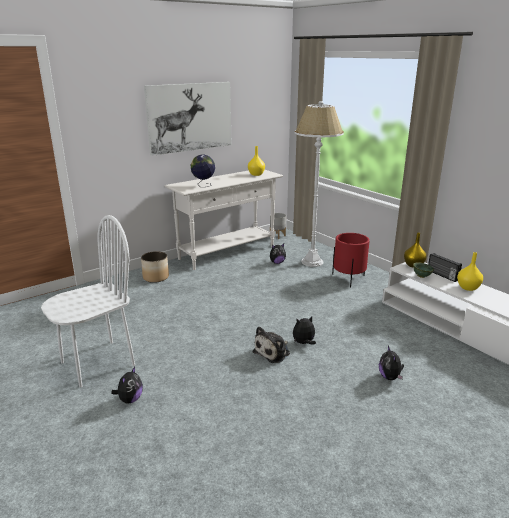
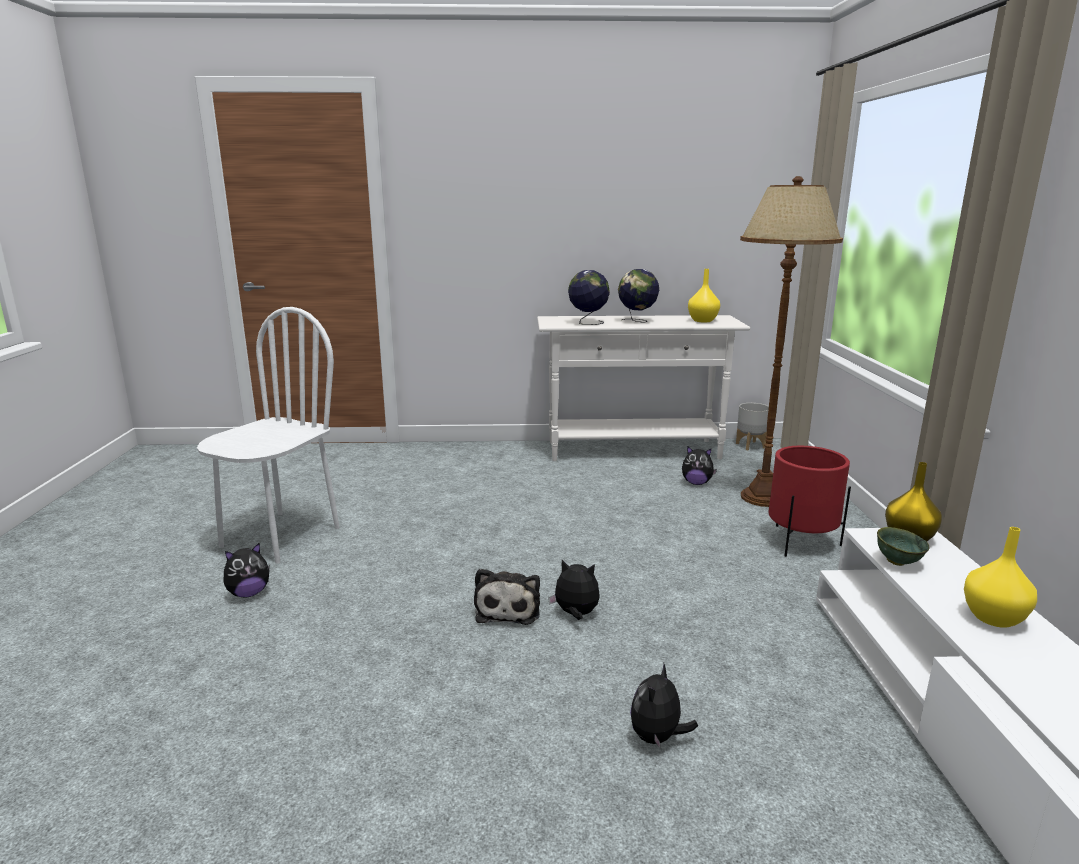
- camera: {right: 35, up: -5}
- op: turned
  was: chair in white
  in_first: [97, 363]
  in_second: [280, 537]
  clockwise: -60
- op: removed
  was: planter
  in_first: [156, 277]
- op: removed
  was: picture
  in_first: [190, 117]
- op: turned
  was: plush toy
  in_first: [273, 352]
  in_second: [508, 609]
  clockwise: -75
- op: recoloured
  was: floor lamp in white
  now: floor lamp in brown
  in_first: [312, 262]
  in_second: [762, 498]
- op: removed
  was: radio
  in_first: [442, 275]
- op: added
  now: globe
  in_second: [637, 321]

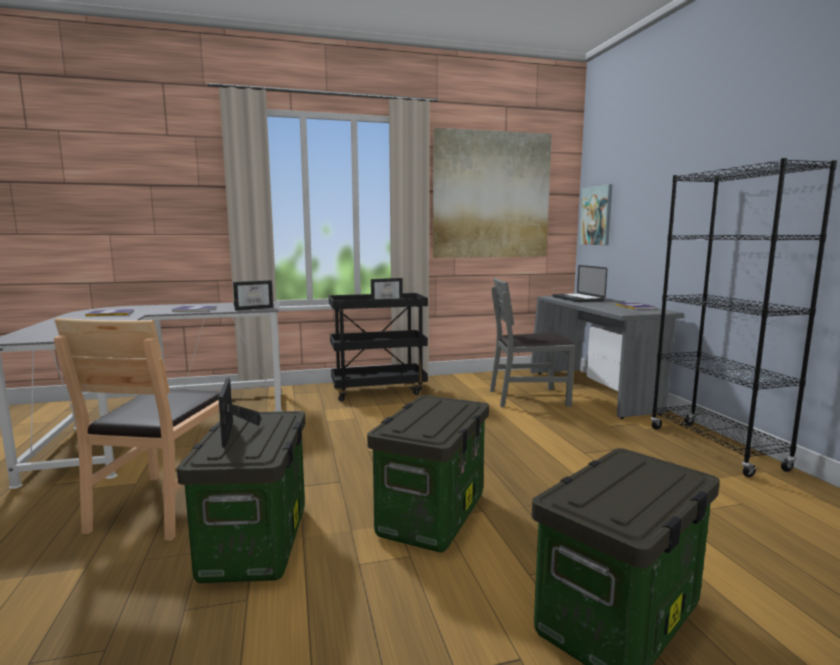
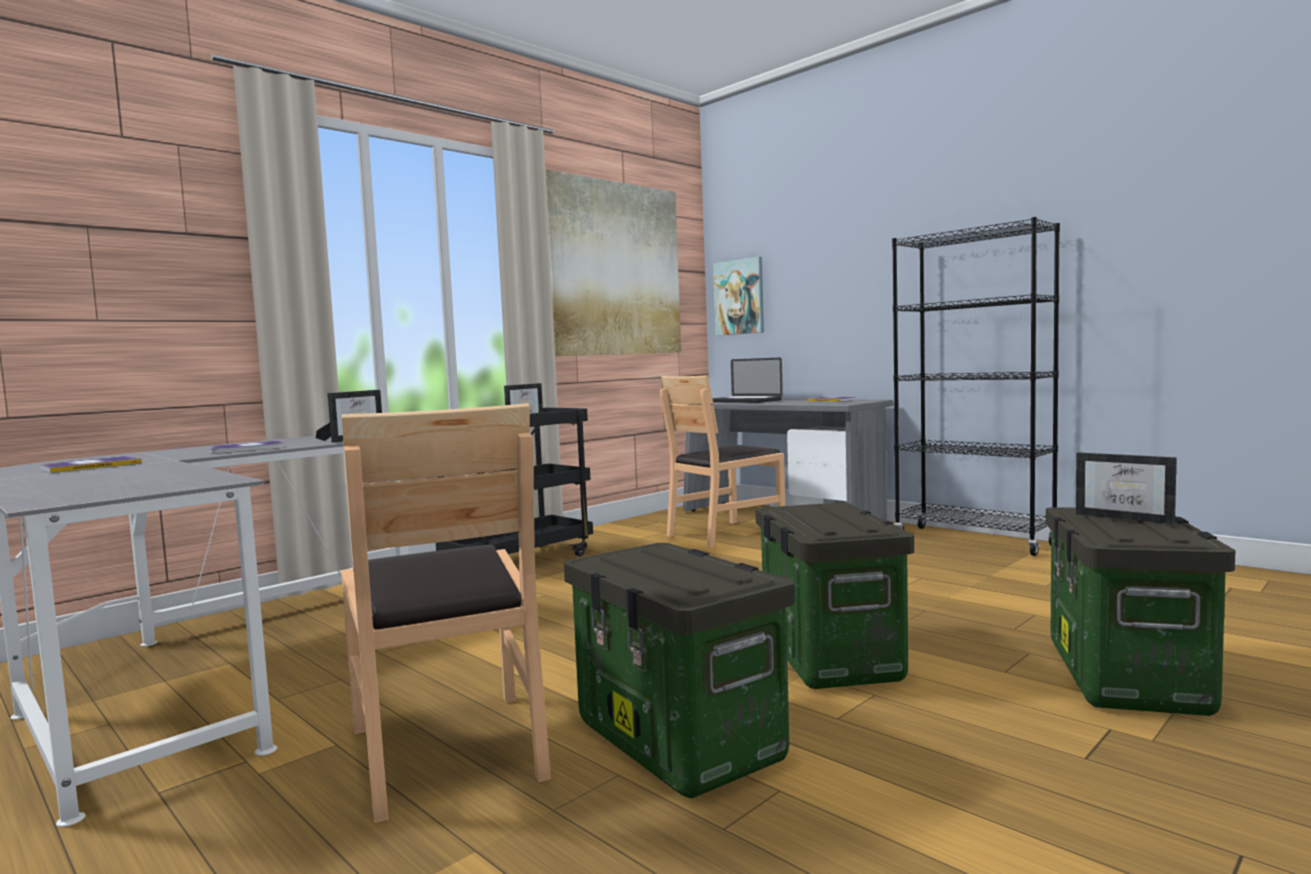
- camera: {right: -30, up: -5}
- op: moved
  was: picture frame
  in_first: [235, 434]
  in_second: [1128, 517]
- op: recoloured
  was: chair in grey
  now: chair in brown
  in_first: [528, 397]
  in_second: [724, 534]

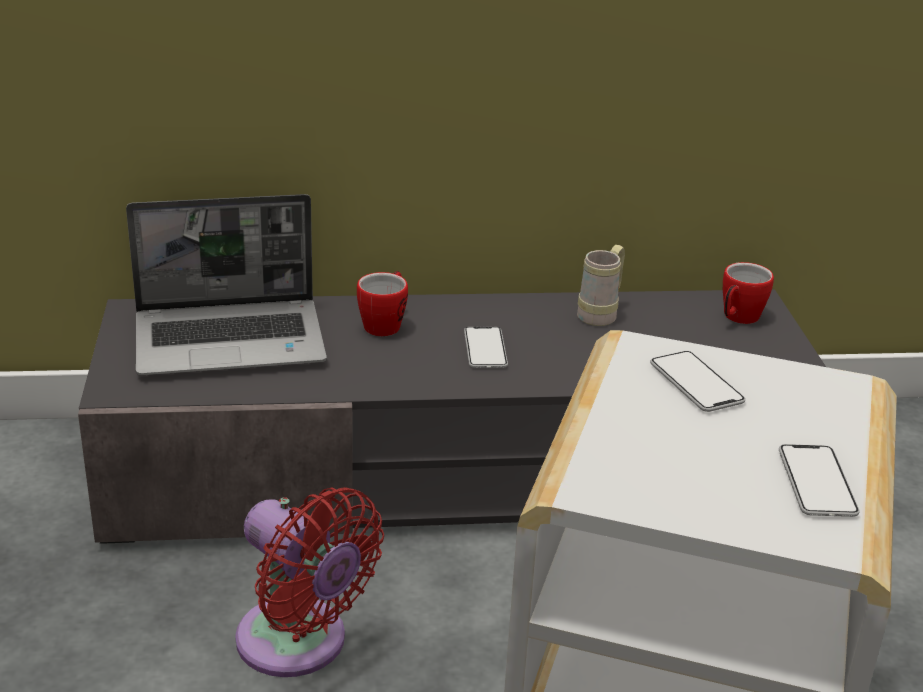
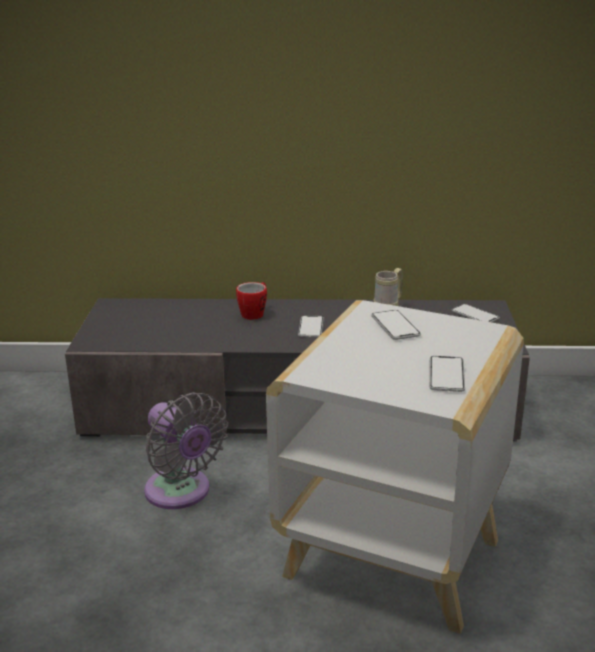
- camera: {right: 10, up: -5}
- op: removed
  was: laptop
  in_first: [232, 340]
- op: recoloured
  was: fan in red
  now: fan in grey
  in_first: [299, 645]
  in_second: [181, 493]
- op: replaced
  was: mug
  now: phone
  in_first: [737, 318]
  in_second: [475, 315]

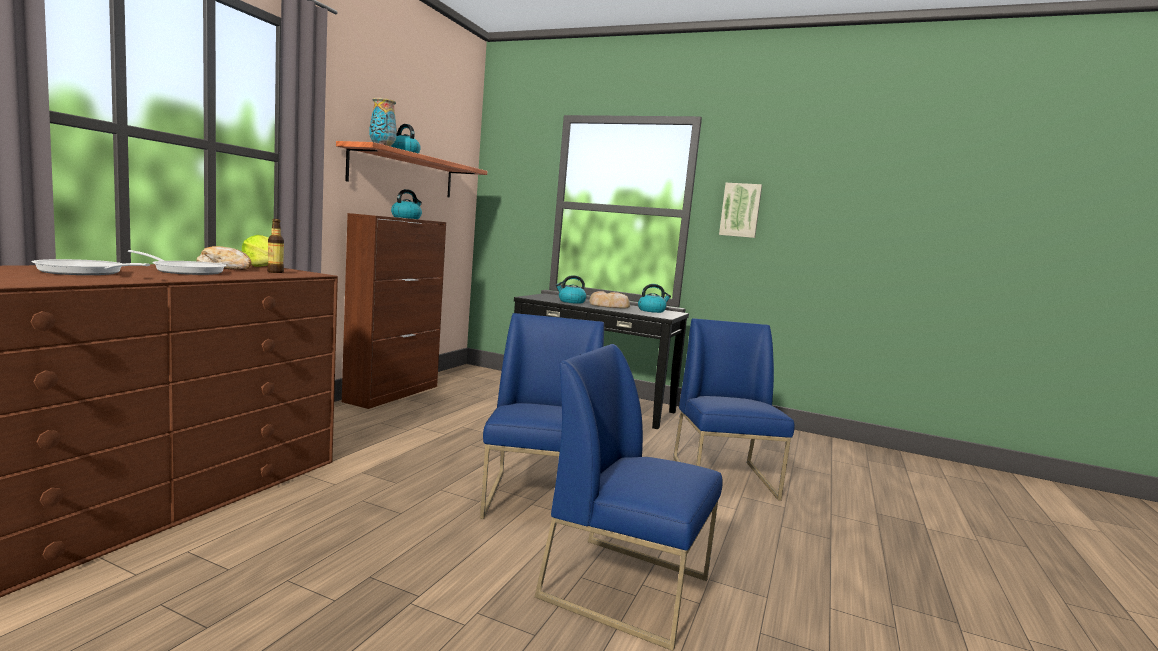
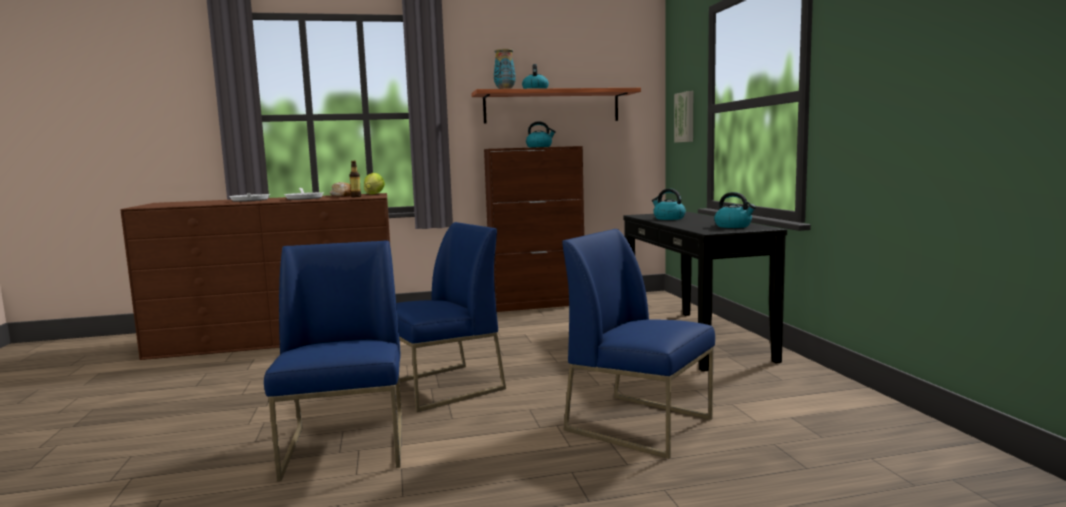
- camera: {right: 55, up: 0}
- op: removed
  was: bread
  in_first: [609, 305]
- op: turned
  was: chair in blue
  in_first: [724, 478]
  in_second: [640, 424]
  clockwise: -105
- op: moved
  was: picture
  in_first: [740, 210]
  in_second: [685, 117]

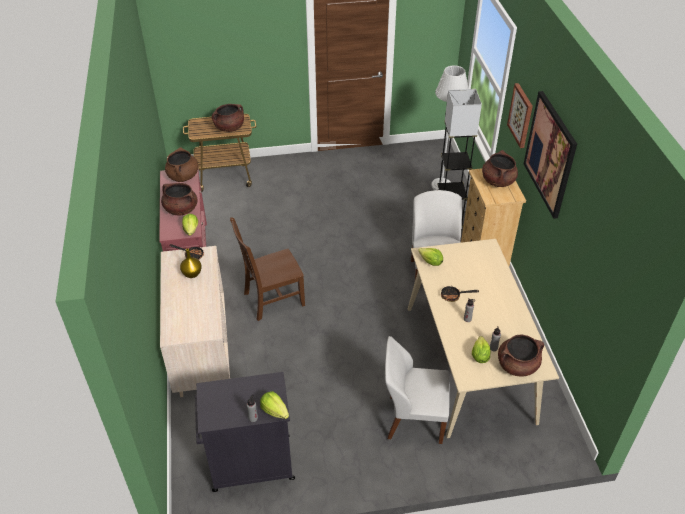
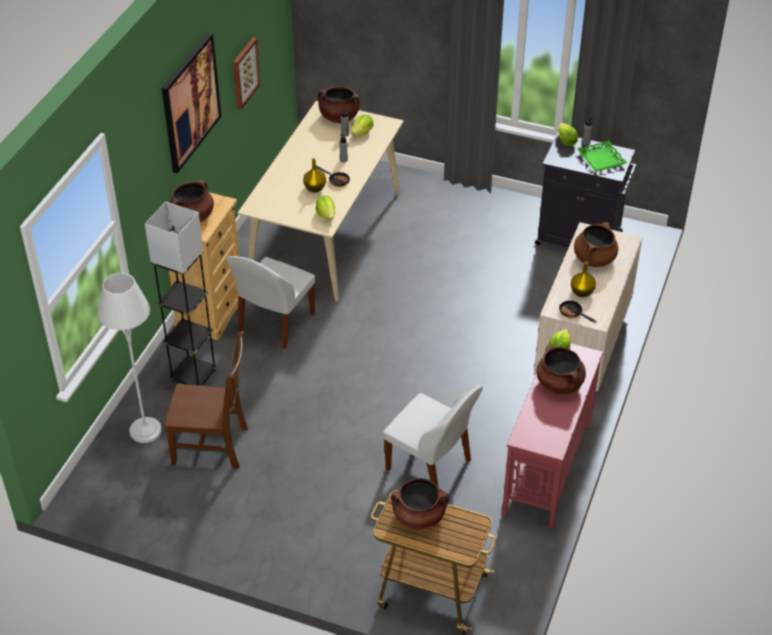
- camera: {right: -150, up: 0}
- op: moved
  was: cooking pot in brown
  in_first: [183, 176]
  in_second: [594, 258]
- op: moved
  was: chair in brown
  in_first: [272, 299]
  in_second: [213, 446]
- op: moved
  was: chair in white
  in_first: [413, 419]
  in_second: [430, 466]
- op: moved
  was: picture
  in_first: [521, 115]
  in_second: [244, 73]
- op: added
  now: vase in yellow
  in_second: [315, 188]
- op: added
  now: tray in green
  in_second: [600, 159]

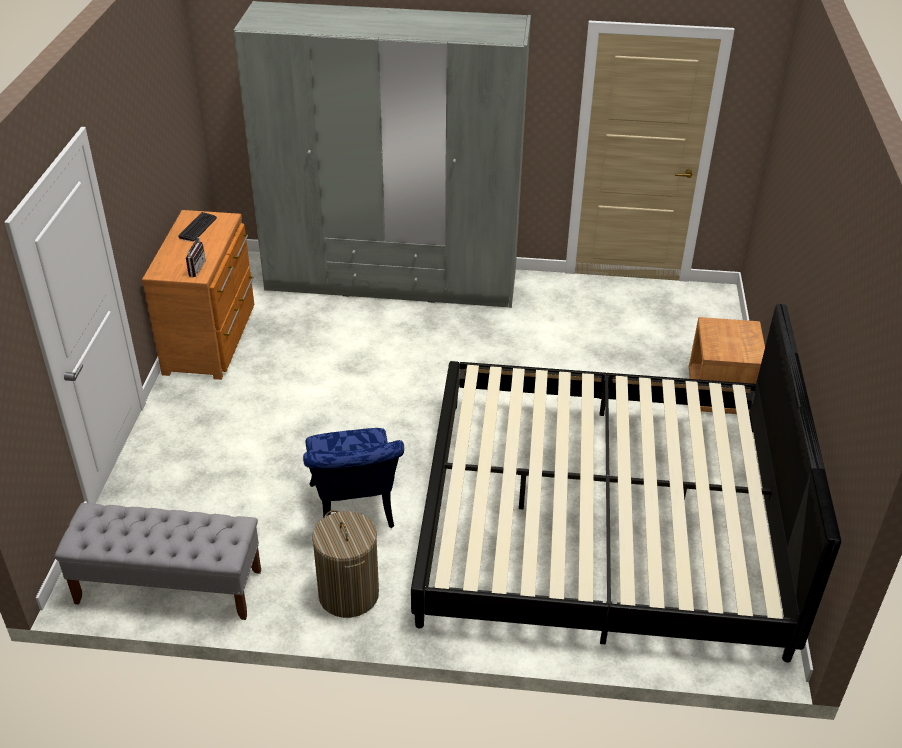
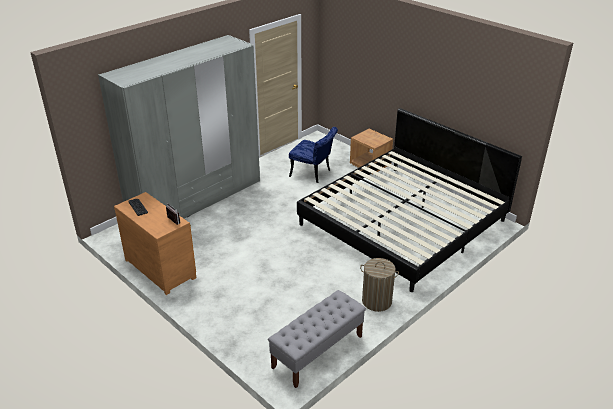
- camera: {right: -50, up: -5}
- op: moved
  was: chair in blue
  in_first: [354, 512]
  in_second: [313, 174]

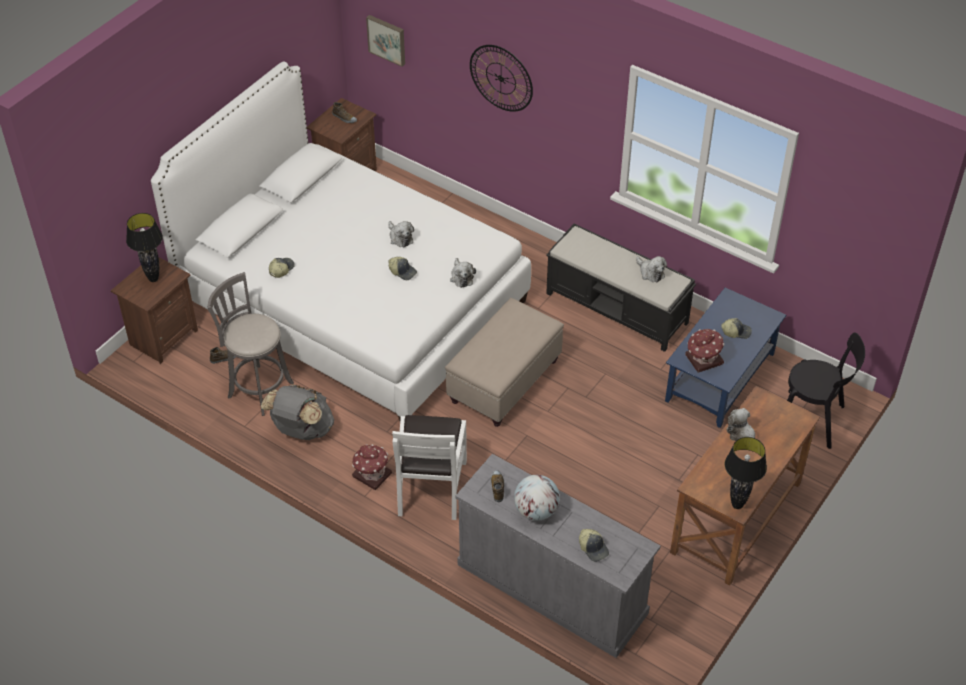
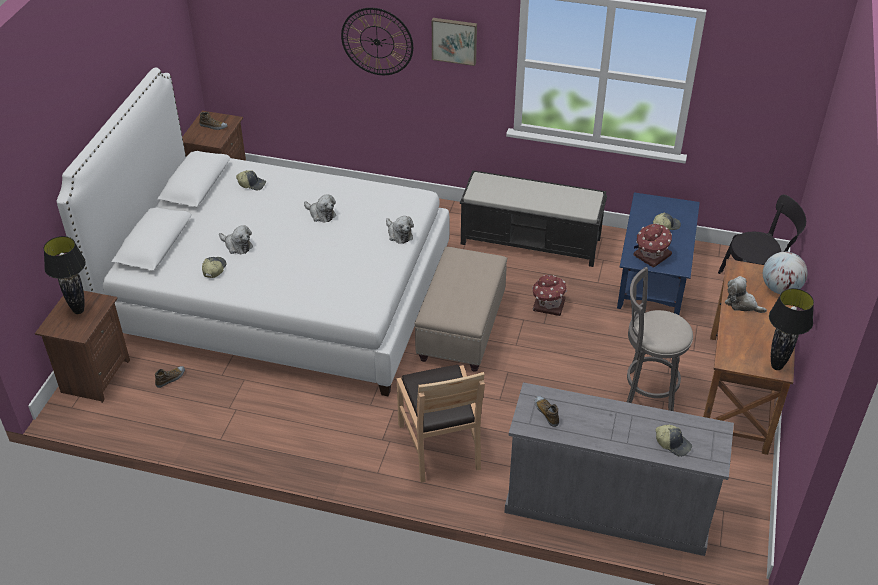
- camera: {right: -20, up: -5}
- op: moved
  was: stool in grey
  in_first: [258, 388]
  in_second: [646, 393]
- op: removed
  was: backpack in grey
  in_first: [301, 430]
- op: moved
  was: toy house
  in_first: [371, 474]
  in_second: [548, 305]
- op: moved
  was: picture
  in_first: [387, 39]
  in_second: [454, 40]
- op: moved
  was: cap
  in_first: [402, 271]
  in_second: [252, 184]
- op: recoloured
  was: chair in white
  now: chair in brown
  in_first: [431, 487]
  in_second: [440, 445]
- op: moved
  was: globe
  in_first: [536, 511]
  in_second: [780, 289]
- op: moved
  was: plush toy
  in_first: [650, 272]
  in_second: [237, 246]

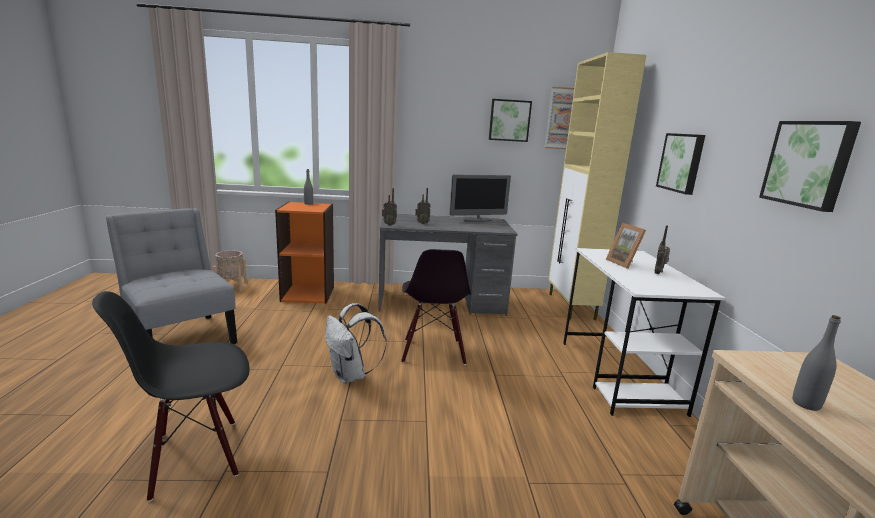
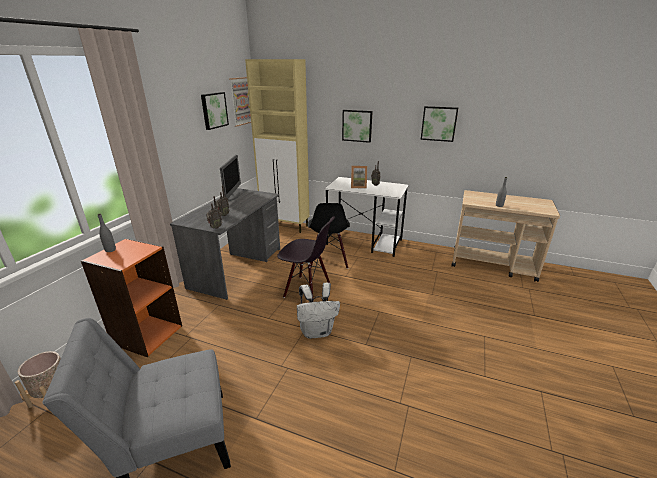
- camera: {right: -65, up: 10}
- op: moved
  was: chair in black
  in_first: [195, 456]
  in_second: [328, 261]

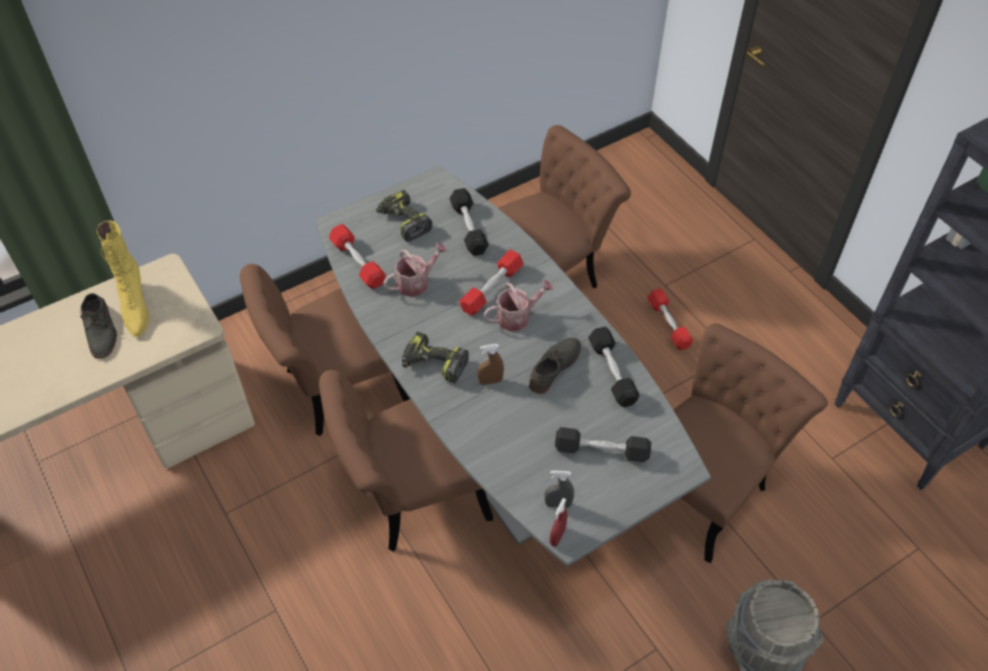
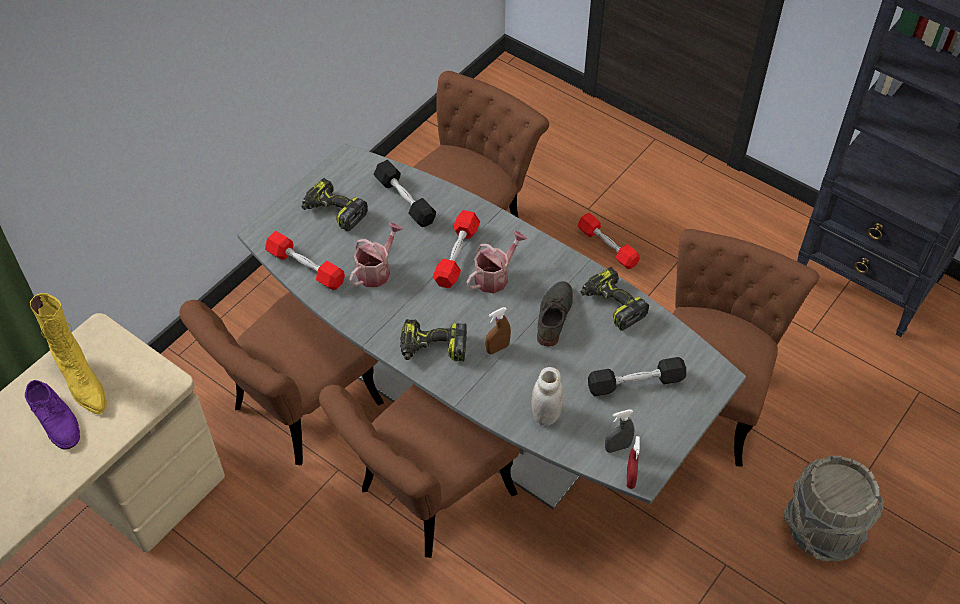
- camera: {right: -20, up: 0}
- op: recoloured
  was: shoe in grey
  now: shoe in purple
  in_first: [101, 330]
  in_second: [55, 418]
- op: replaced
  was: dumbbell in black
  now: power drill
  in_first: [612, 372]
  in_second: [612, 305]
- op: added
  now: jar in white
  in_second: [546, 414]

